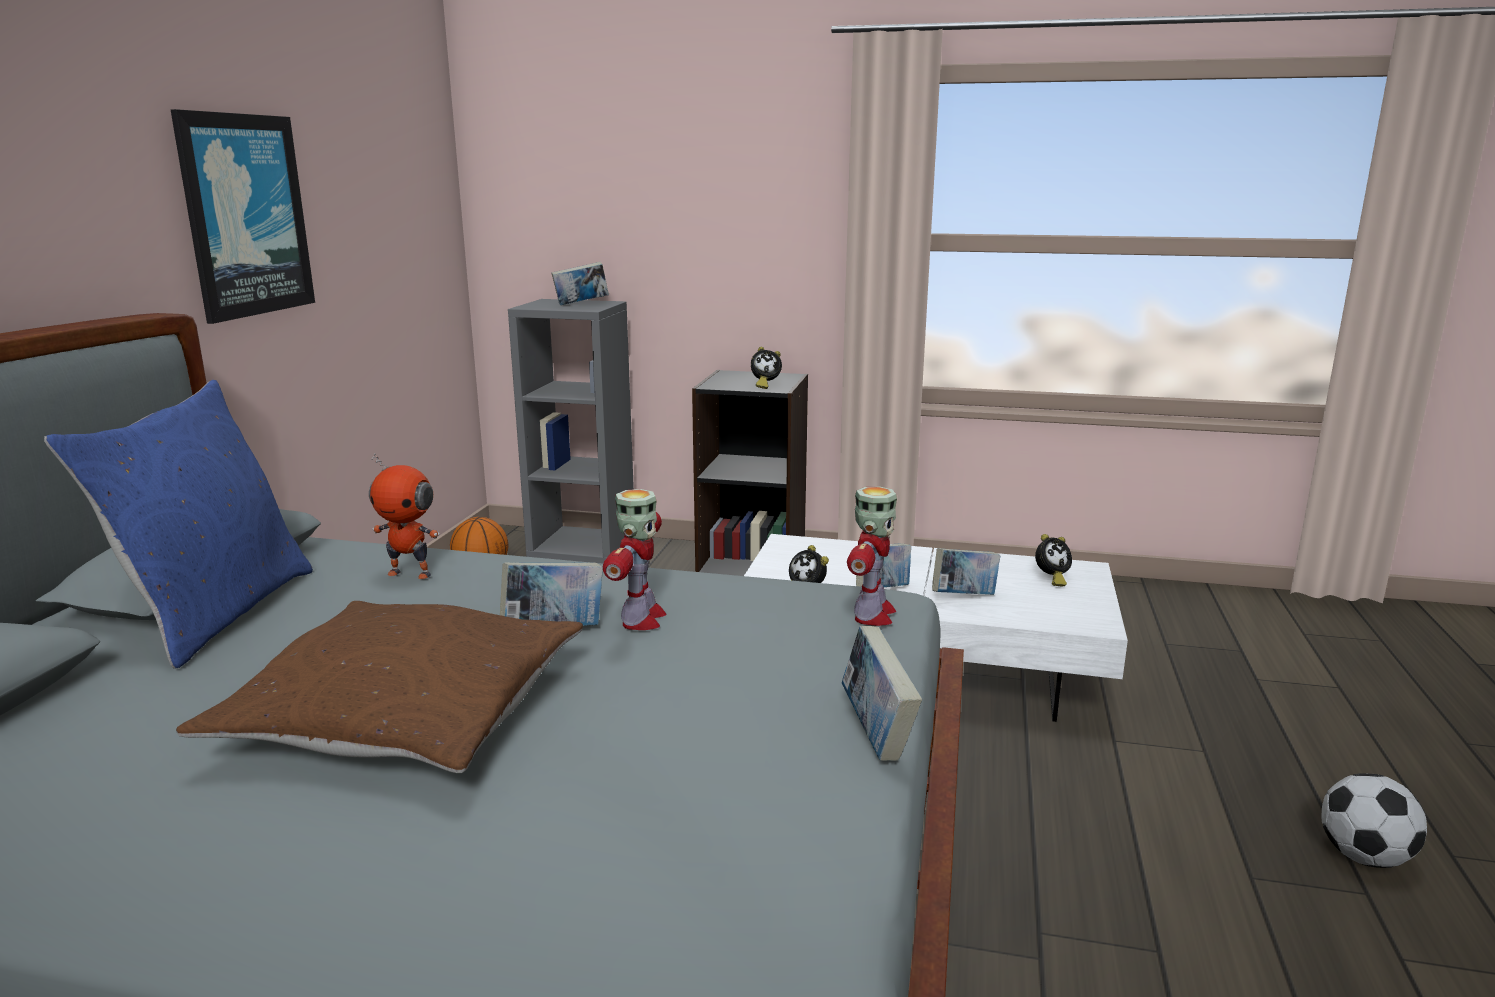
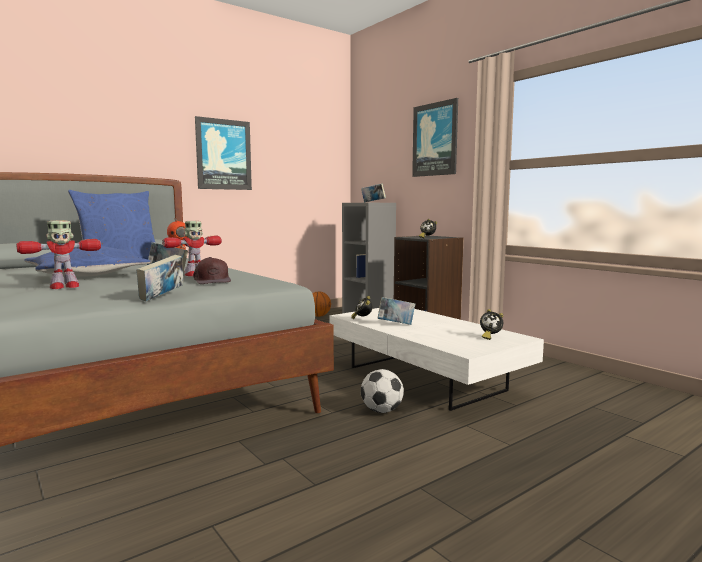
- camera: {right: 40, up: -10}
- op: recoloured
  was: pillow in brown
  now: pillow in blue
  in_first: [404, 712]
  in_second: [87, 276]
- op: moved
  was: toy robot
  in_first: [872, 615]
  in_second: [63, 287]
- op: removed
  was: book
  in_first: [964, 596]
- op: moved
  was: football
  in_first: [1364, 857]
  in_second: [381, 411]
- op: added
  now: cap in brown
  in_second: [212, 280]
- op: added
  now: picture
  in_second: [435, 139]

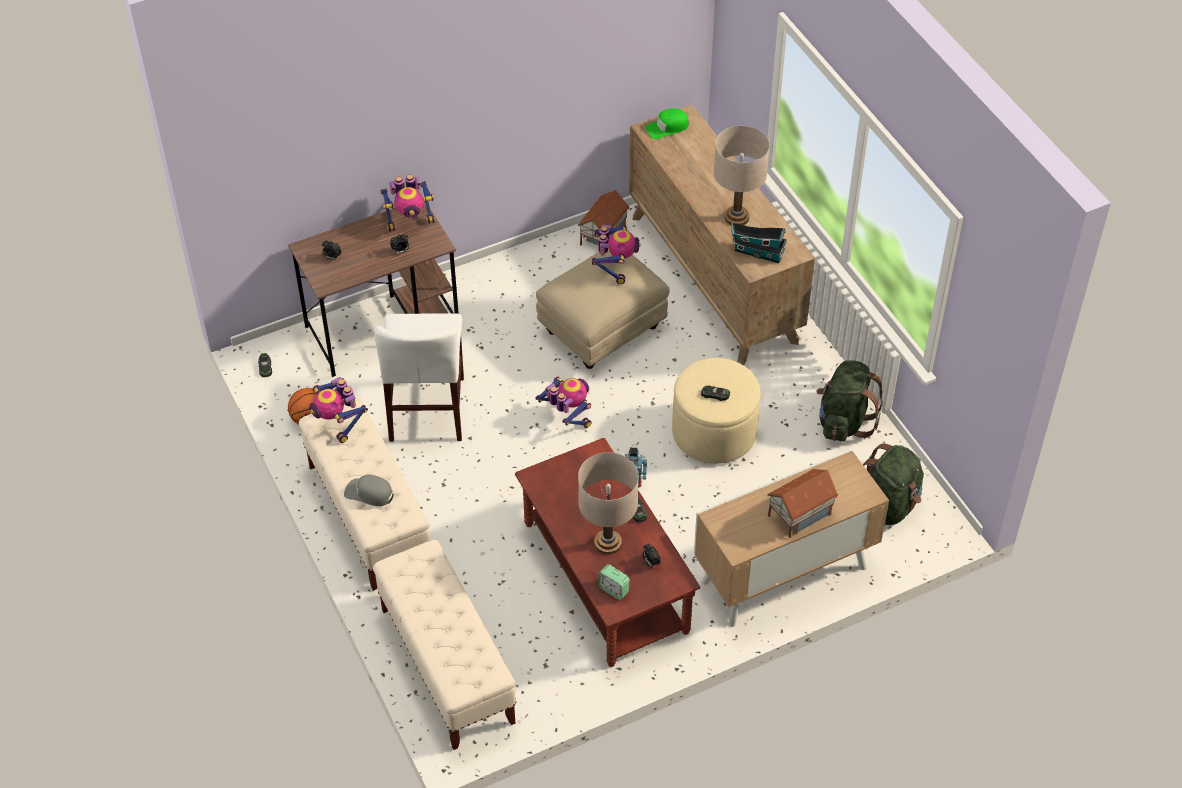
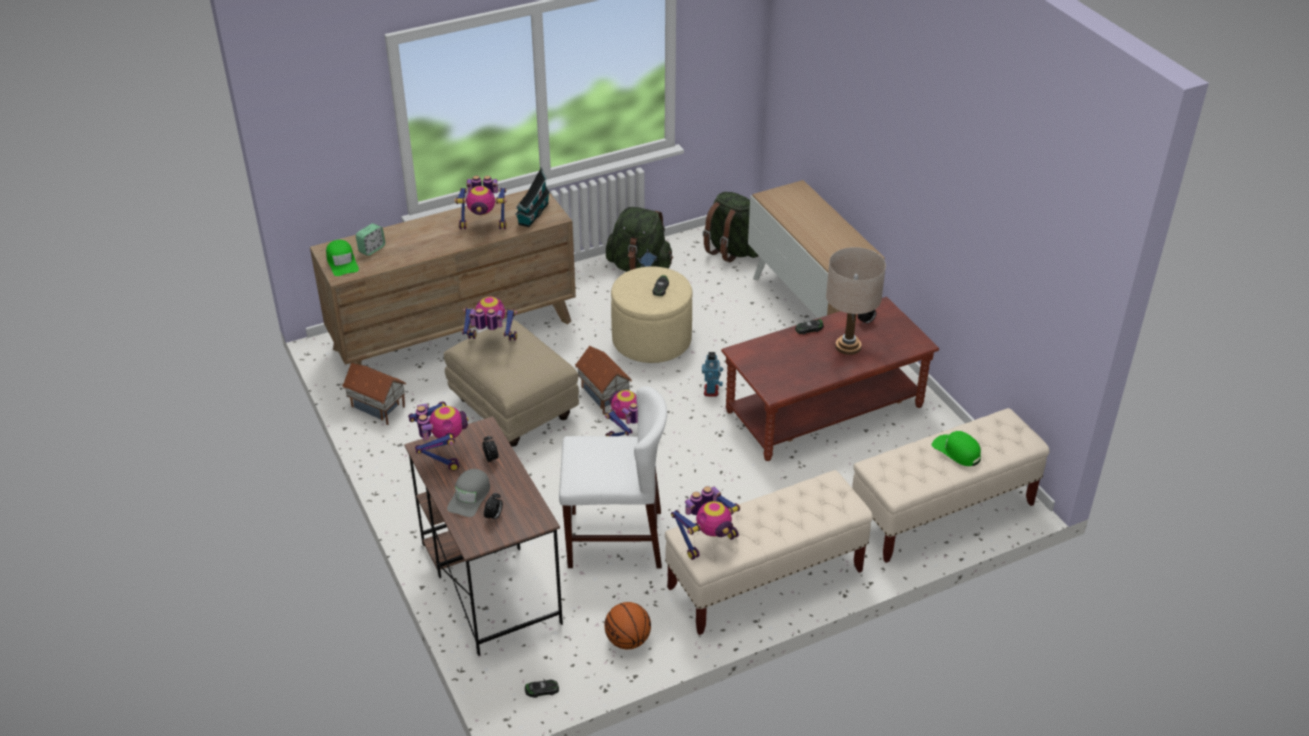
- camera: {right: -90, up: -10}
- op: moved
  was: cap in grey
  in_first: [369, 493]
  in_second: [470, 497]
- op: moved
  was: alarm clock
  in_first: [613, 589]
  in_second: [372, 249]
- op: replaced
  was: table lamp in beige
  now: toy robot
  in_first: [737, 217]
  in_second: [483, 224]
- op: moved
  was: toy house
  in_first: [799, 515]
  in_second: [603, 396]
- op: added
  now: cap in green
  in_second: [956, 451]

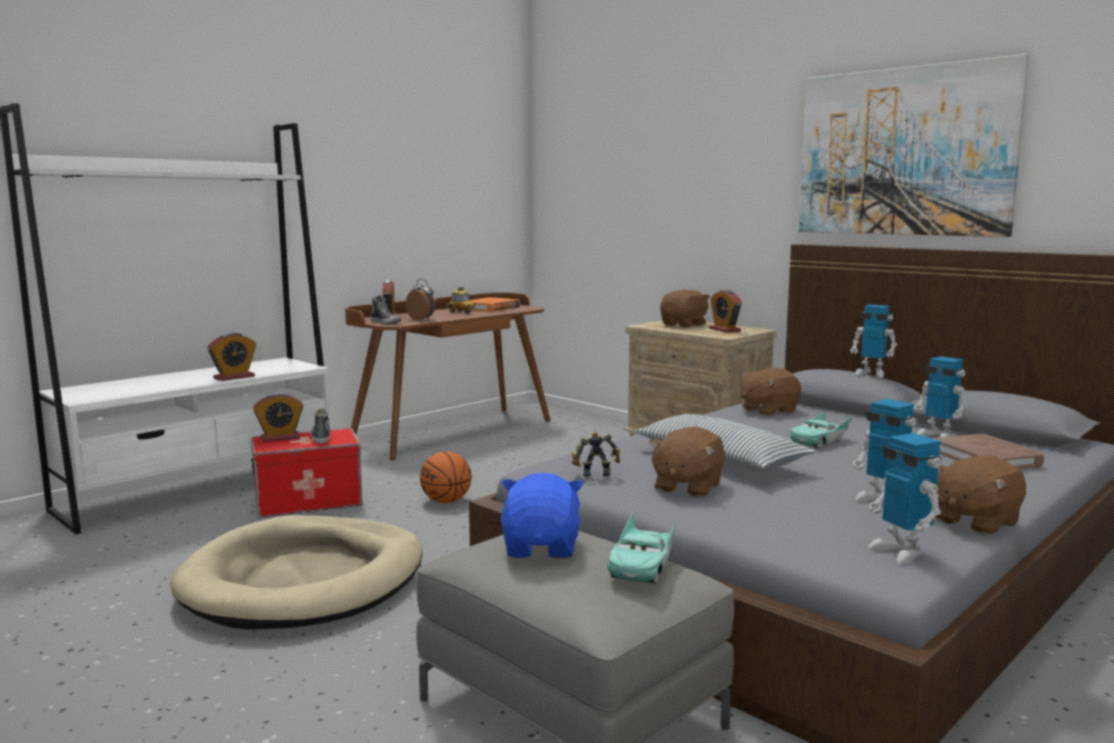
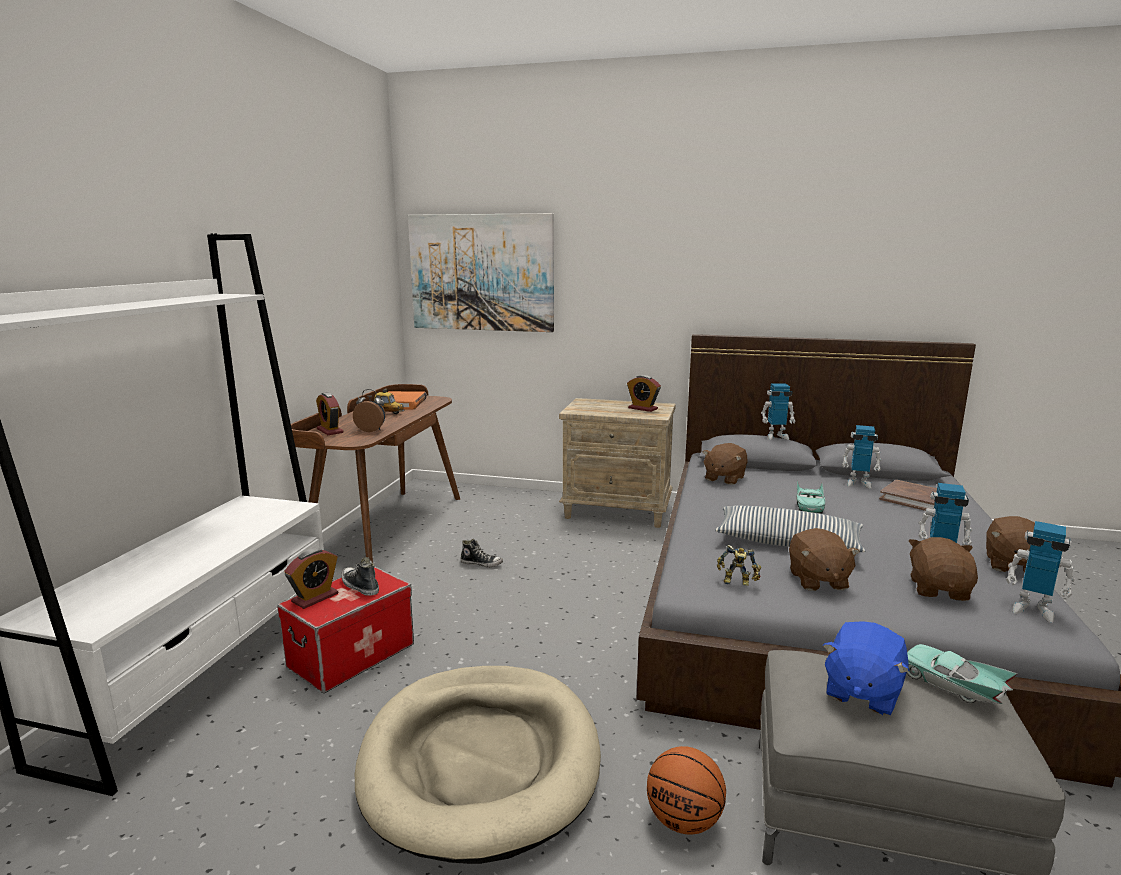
- camera: {right: -30, up: 5}
- op: removed
  was: alarm clock
  in_first: [234, 377]
- op: moved
  was: shoe
  in_first: [386, 322]
  in_second: [481, 563]
- op: moved
  was: basketball
  in_first: [446, 501]
  in_second: [684, 820]
- op: turned
  was: plush toy in blue
  in_first: [542, 548]
  in_second: [861, 692]
  clockwise: -120
- op: turned
  was: toy robot
  in_first: [595, 472]
  in_second: [737, 582]
  clockwise: -135
- op: turned
  was: toy car in turquoise
  in_first: [642, 565]
  in_second: [952, 685]
  clockwise: 150
- op: moved
  was: plush toy in brown
  in_first: [684, 325]
  in_second: [939, 590]
- op: moved
  was: picture
  in_first: [904, 152]
  in_second: [481, 273]

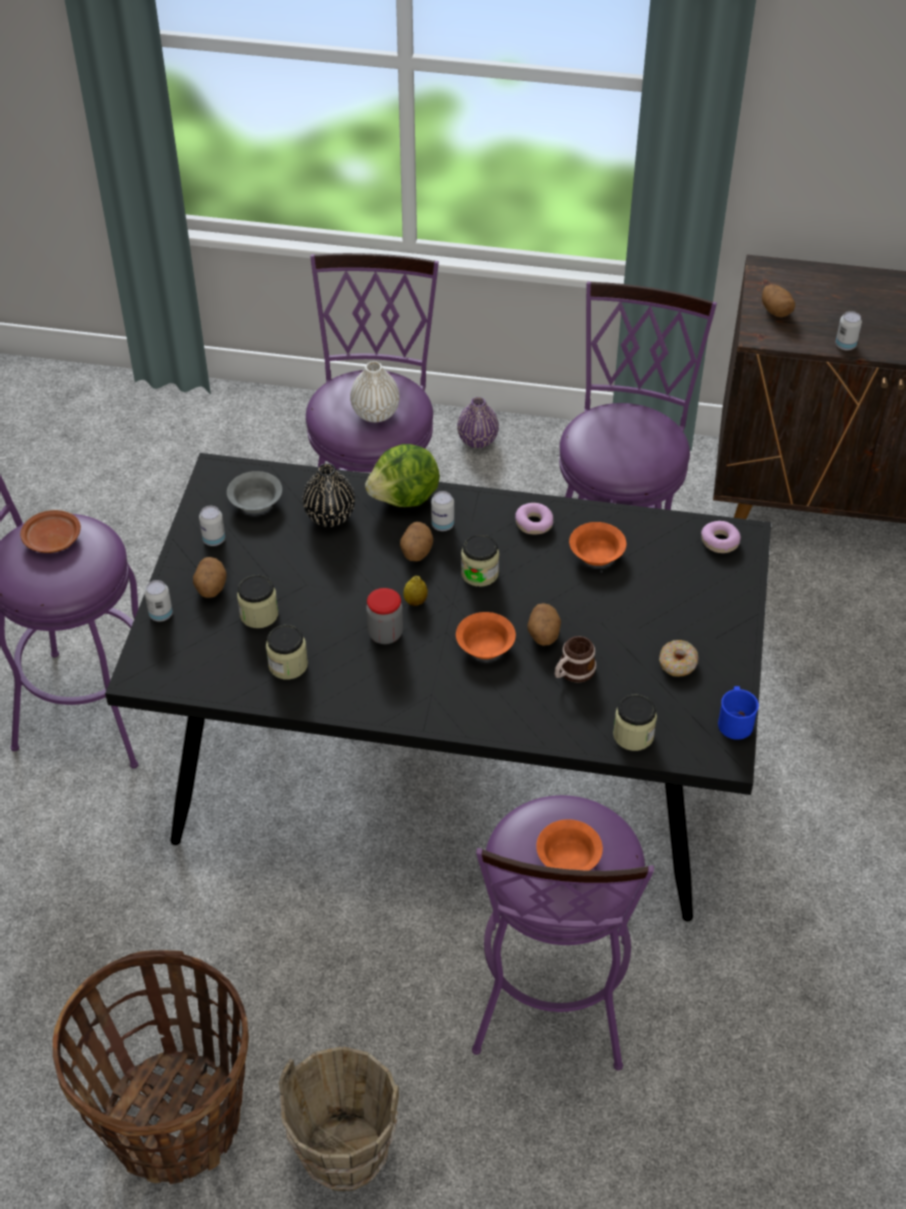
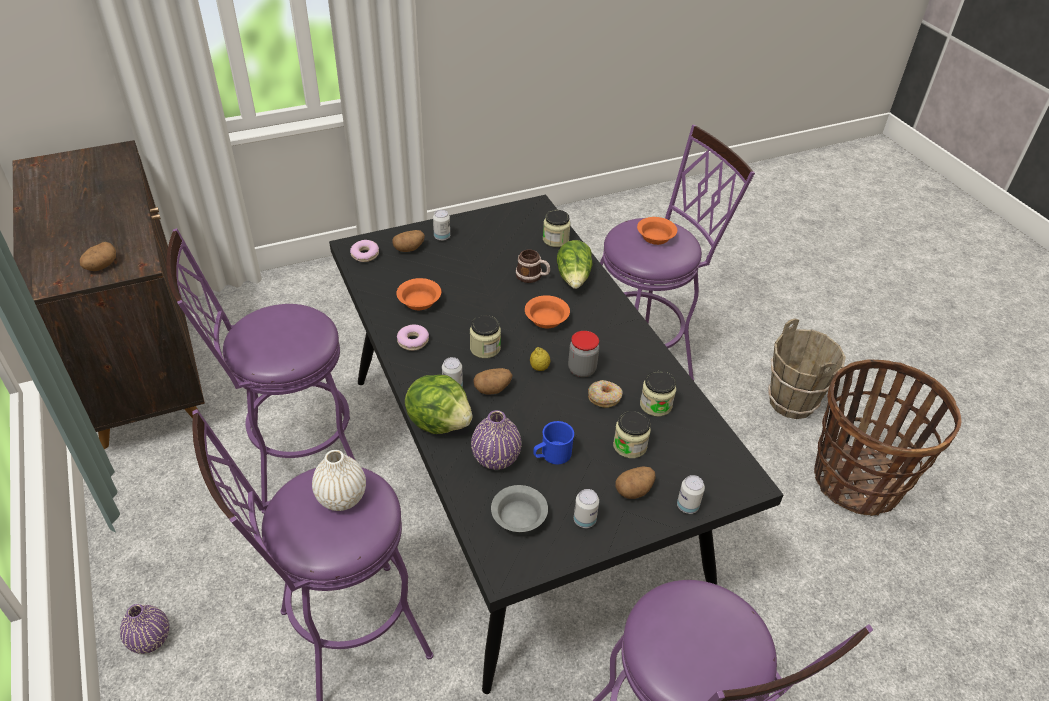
- camera: {right: -125, up: -5}
- op: removed
  was: plate in brown
  in_first: [52, 539]
- op: recoloured
  was: vase in black
  now: vase in purple
  in_first: [330, 516]
  in_second: [496, 458]
- op: moved
  was: potato
  in_first: [543, 635]
  in_second: [409, 249]
- op: moved
  was: donut
  in_first: [678, 663]
  in_second: [604, 397]
- op: moved
  was: mug in blue
  in_first: [735, 720]
  in_second: [551, 455]
- op: moved
  was: can
  in_first: [845, 345]
  in_second: [442, 237]
- op: added
  now: lettuce
  in_second: [574, 278]

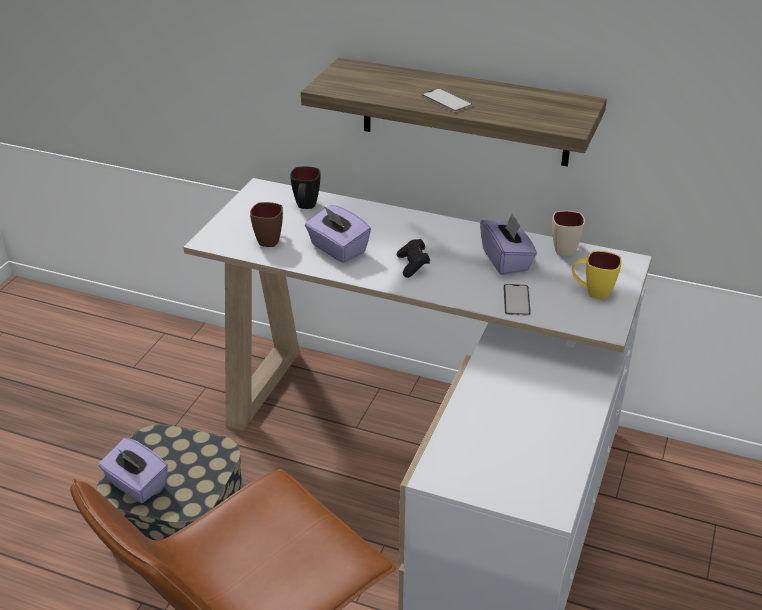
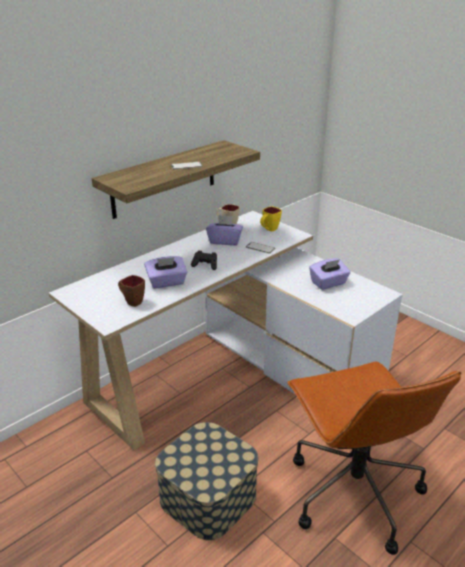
- camera: {right: -65, up: -5}
- op: moved
  was: tissue box in purple
  in_first: [136, 485]
  in_second: [328, 283]
- op: removed
  was: mug in black
  in_first: [305, 207]

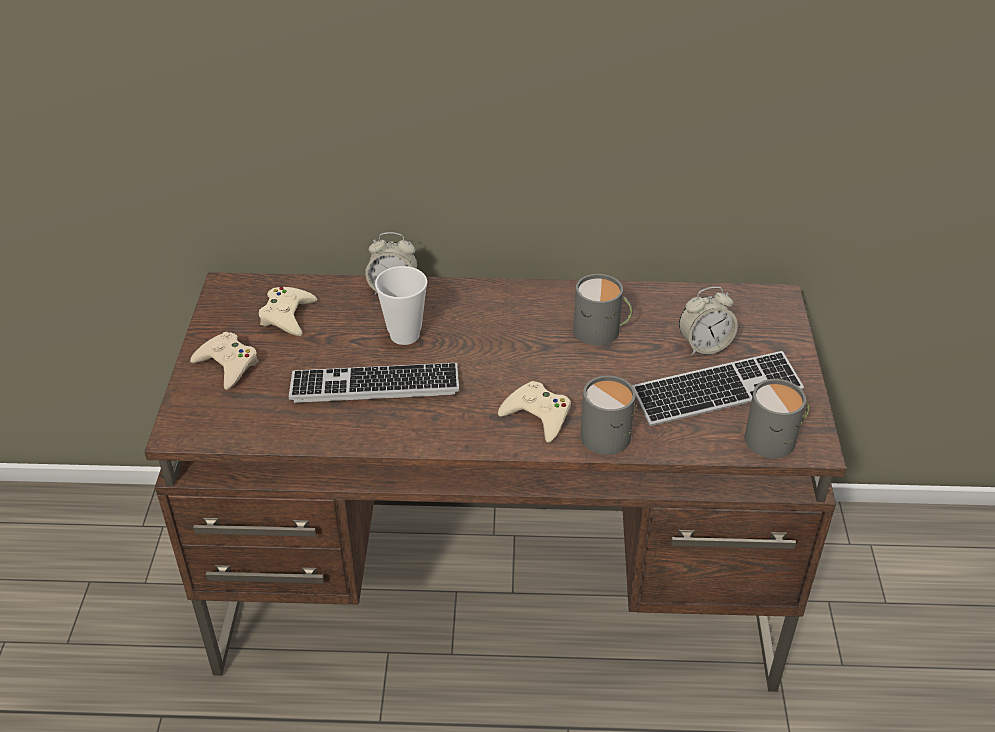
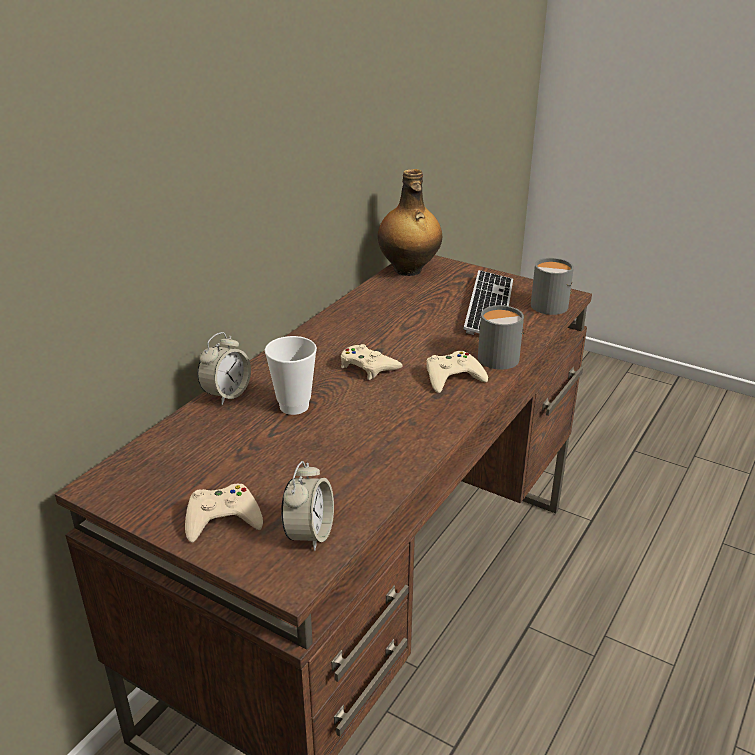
- camera: {right: -60, up: -10}
- op: moved
  was: game controller in beige
  in_first: [287, 316]
  in_second: [368, 367]
- op: removed
  was: keyboard
  in_first: [375, 385]
- op: removed
  was: mug in grey
  in_first: [601, 331]
- op: moved
  was: alarm clock
  in_first: [704, 345]
  in_second: [309, 534]
- op: added
  now: bottle
  in_second: [408, 270]

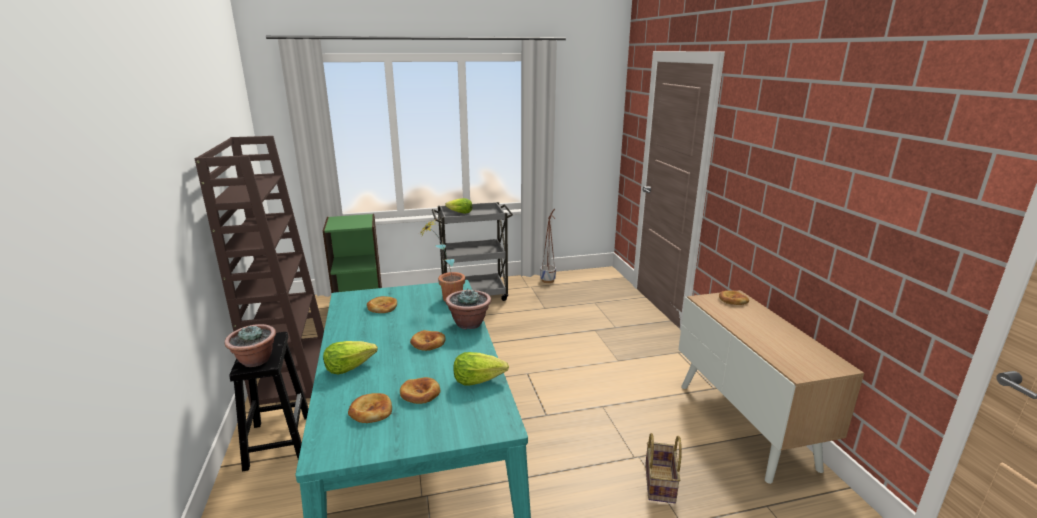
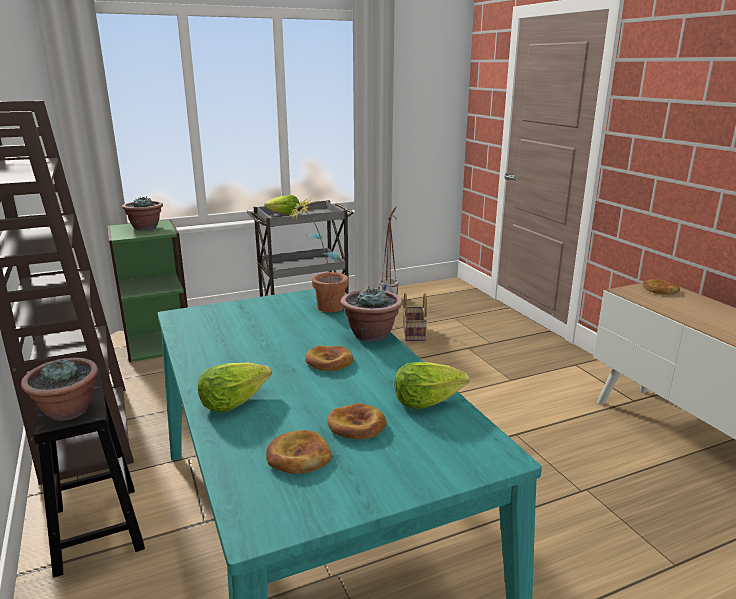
- camera: {right: -10, up: 0}
- op: removed
  was: bread
  in_first: [382, 307]
- op: moved
  was: basket
  in_first: [661, 484]
  in_second: [414, 333]
- op: added
  now: potted plant
  in_second: [145, 228]

